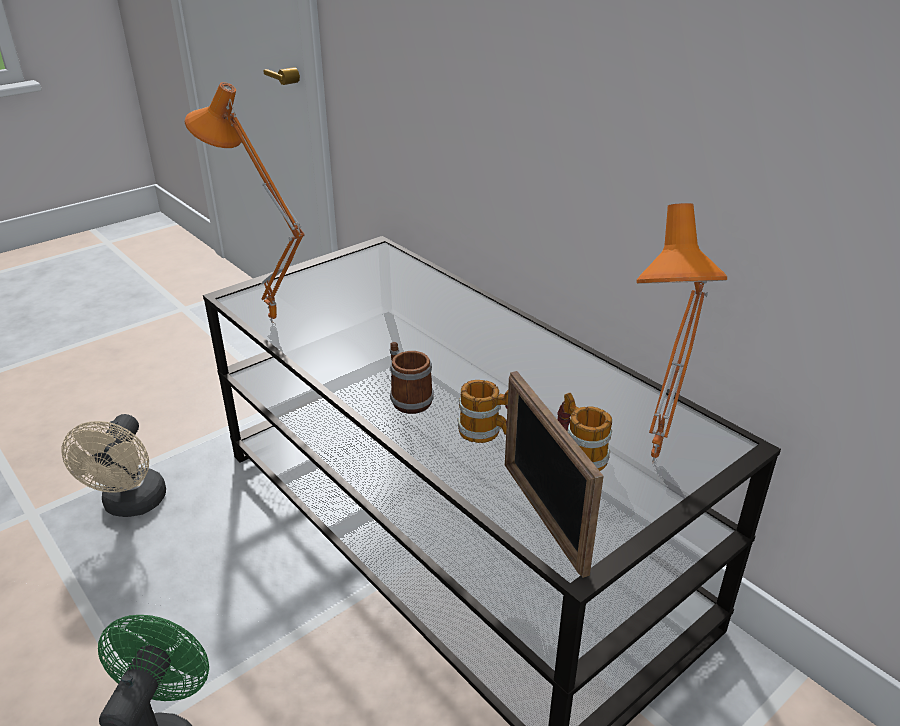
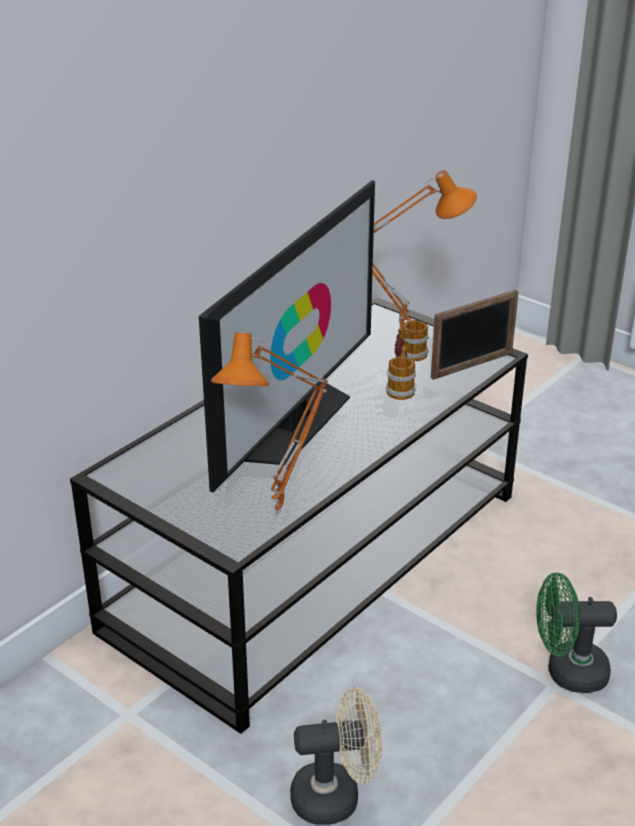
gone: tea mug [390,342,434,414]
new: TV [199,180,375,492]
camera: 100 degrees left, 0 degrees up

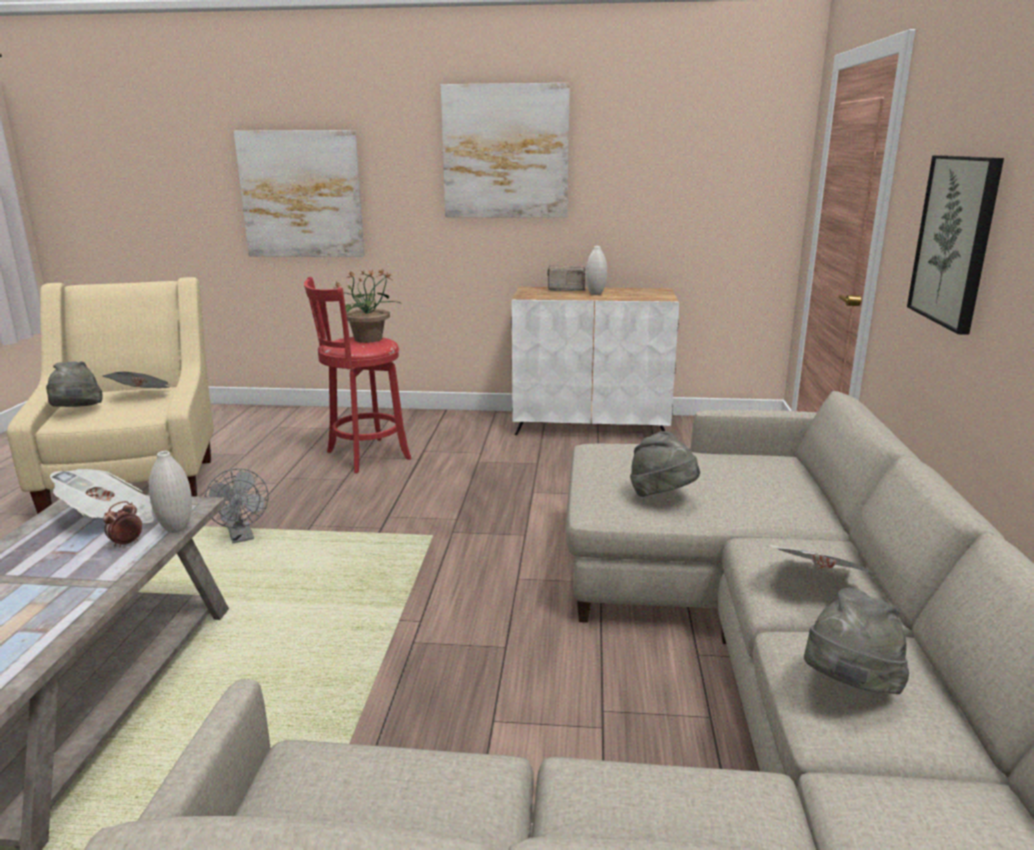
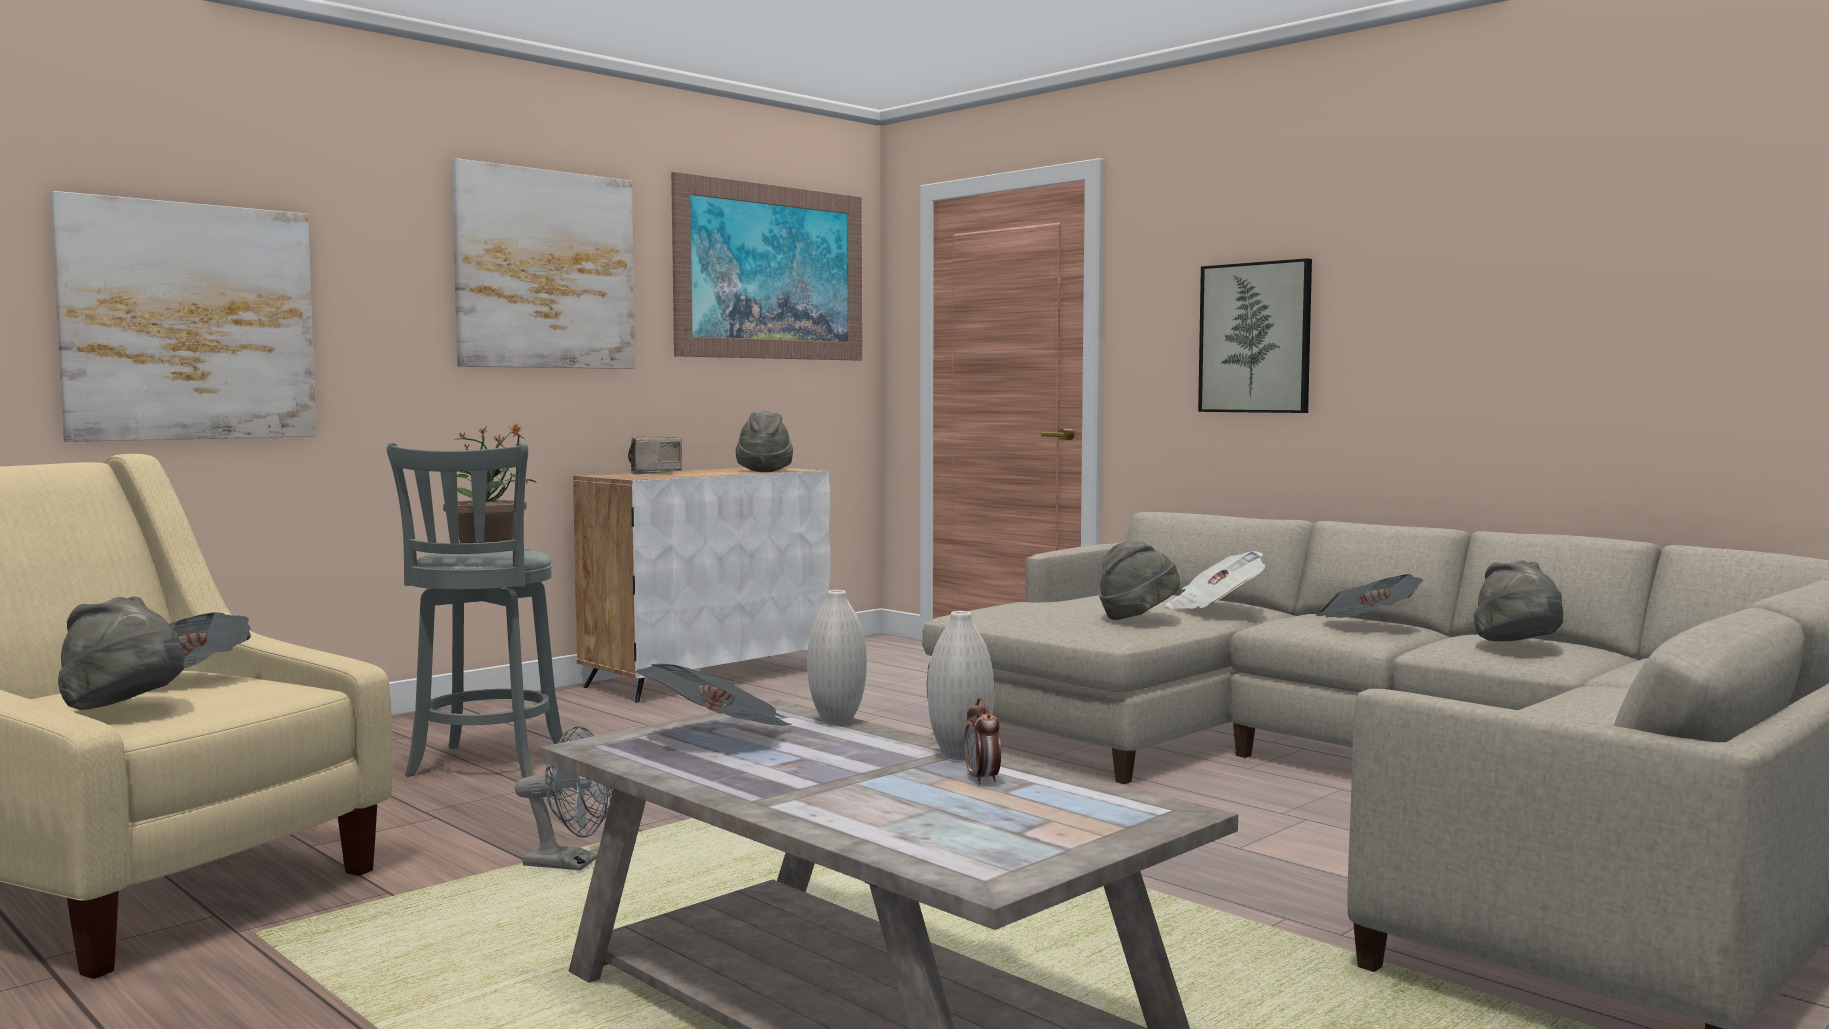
new: wall art [671,172,862,361]; grey clothing hat [736,411,793,472]; newspaper [1166,551,1265,609]
shifted: whitish decorative vase [586,246,607,295] to [928,611,994,760]; alarm clock [103,501,142,548] to [963,698,1001,785]
repainted: red-coloured stool [304,277,411,473] to grey stool [387,443,565,778]
camera: 50 degrees left, 15 degrees down

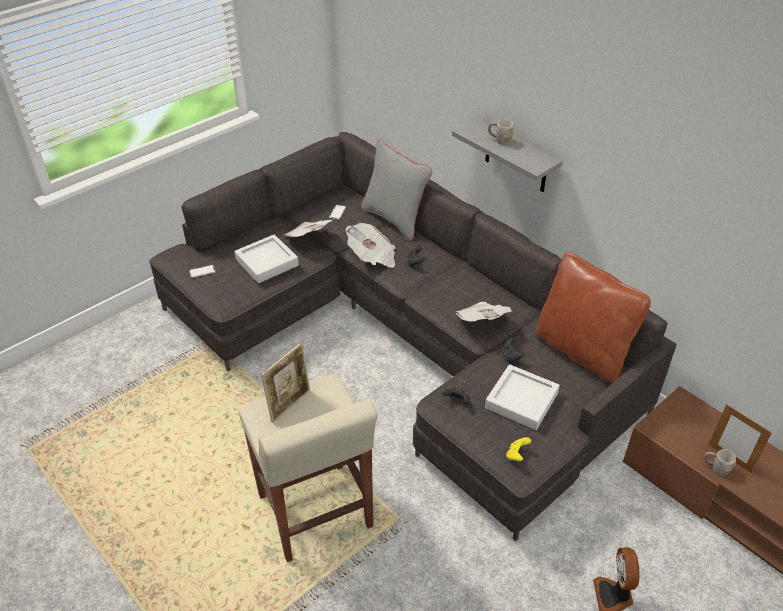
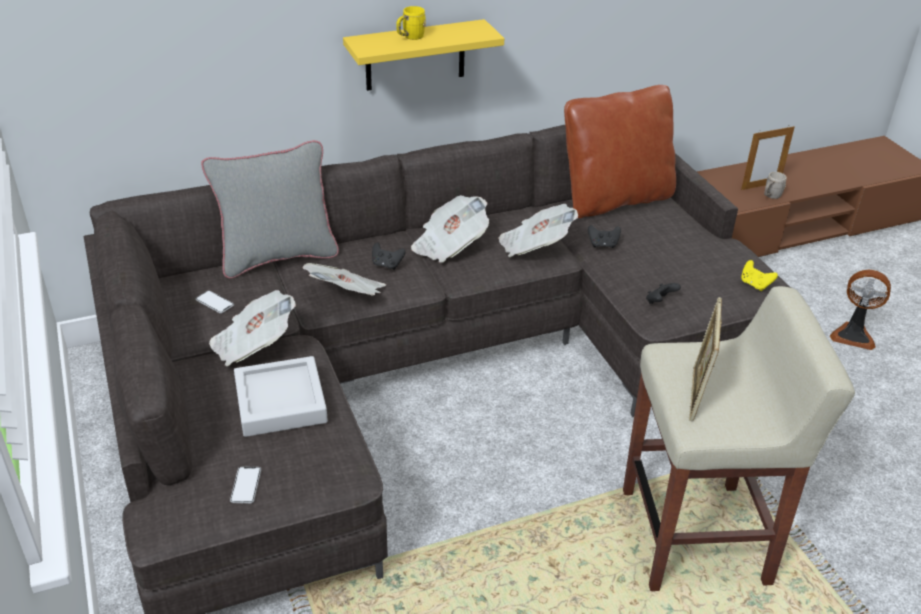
gone: grey tray [485,364,560,430]
new: newspaper [411,195,489,263]
repainted: grey shelf [452,118,563,192] to yellow shelf [343,19,504,91]; grey tea mug [488,120,514,145] to yellow tea mug [396,6,426,40]
rotated: photo frame [261,343,310,423] = [689,297,722,422] 135 degrees counterclockwise
camera: 70 degrees left, 5 degrees down

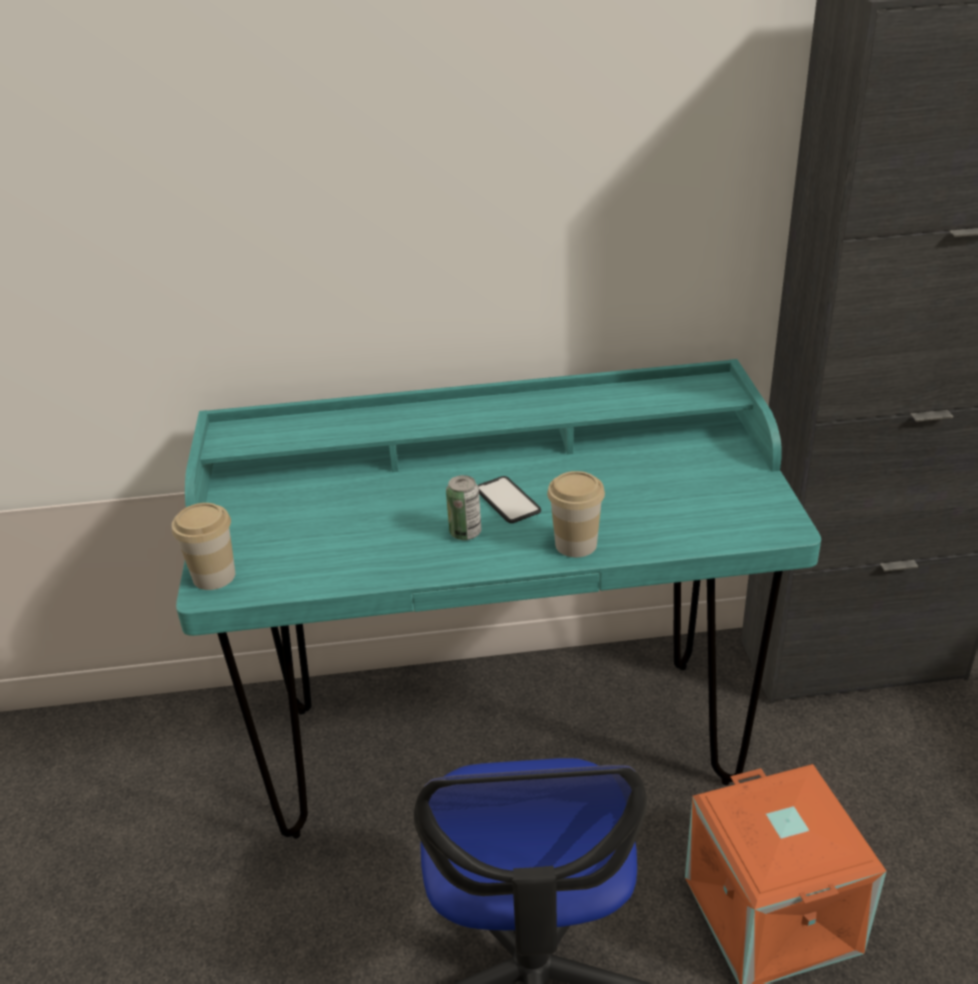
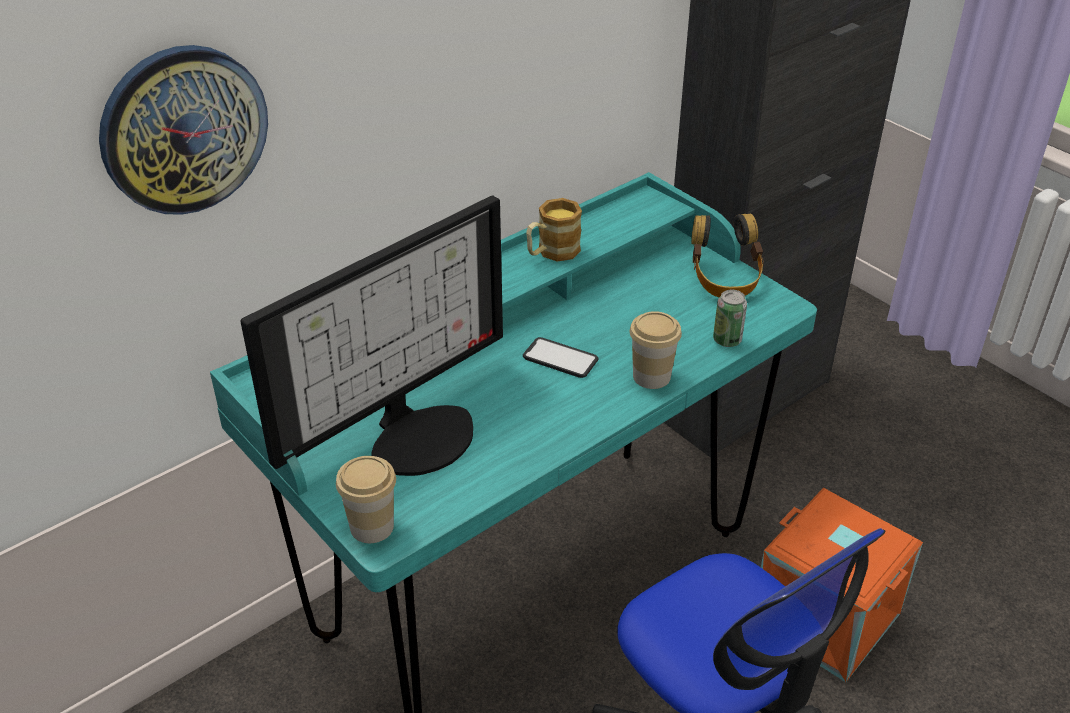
new: wall clock [99,45,268,215]; monitor [240,195,503,476]; tea mug [526,198,582,262]; headset [691,214,764,297]
shifted: sealed can [446,475,481,540] to [713,290,747,347]
camera: 35 degrees left, 5 degrees up

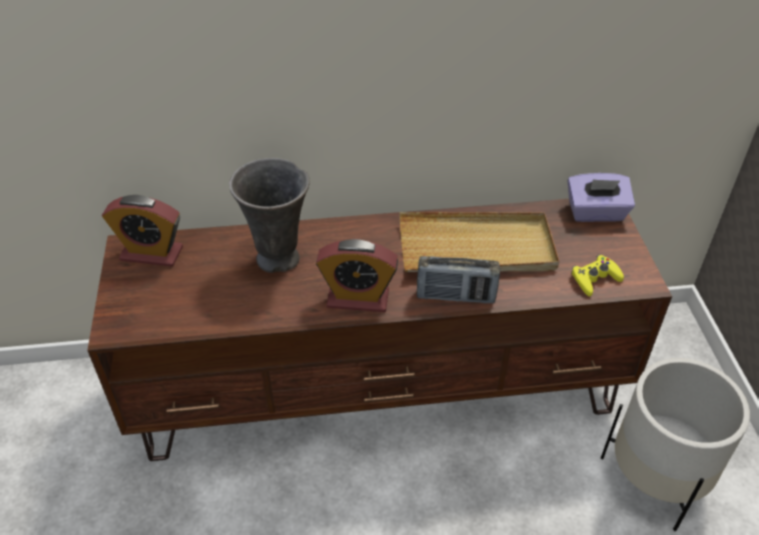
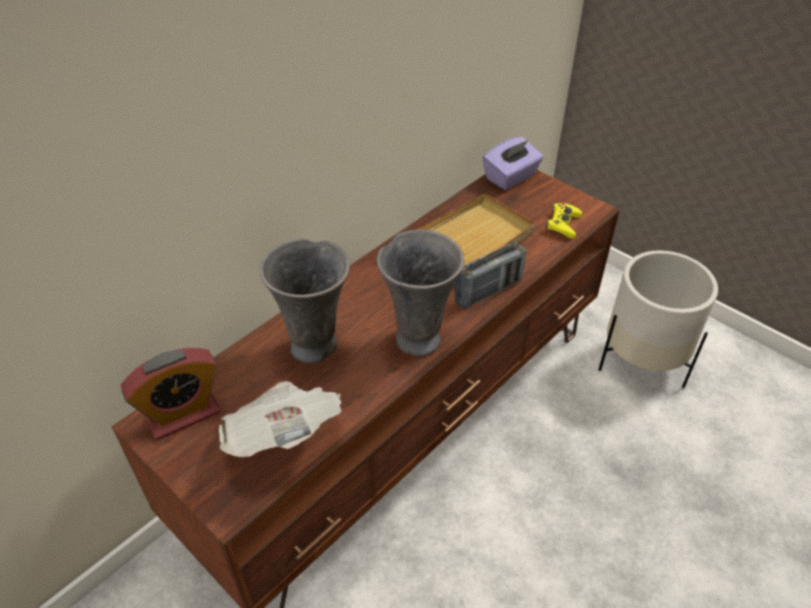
new: newspaper [219,381,342,457]
swapped: alarm clock [316,239,398,312] to grey decorative vase [377,229,464,357]
camera: 40 degrees left, 0 degrees up

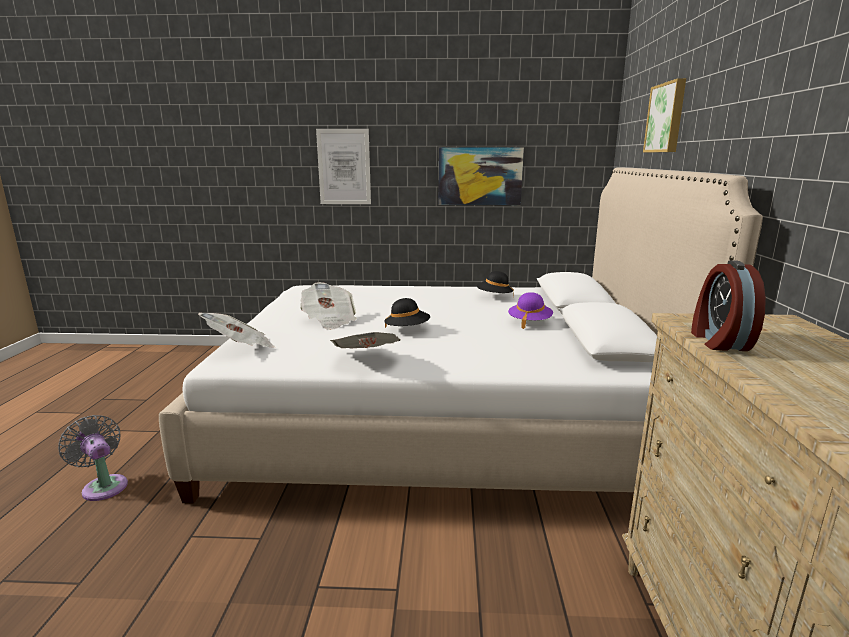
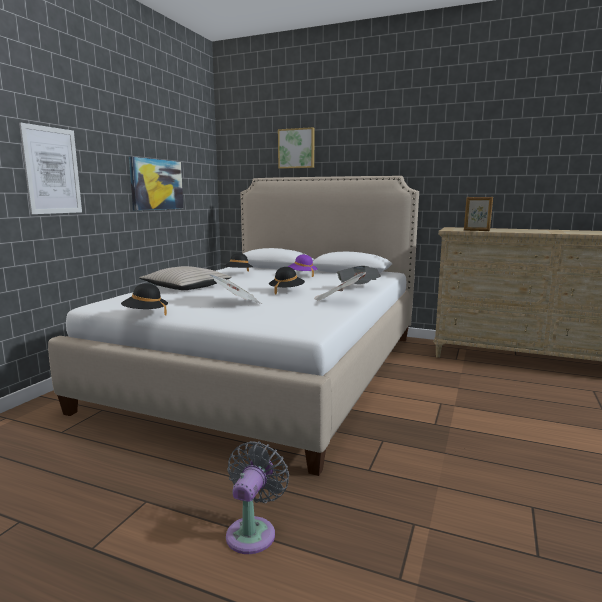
new: blackish clothing hat [121,283,168,315]; beige-coloured throw pillow [139,266,232,290]
shifted: newspaper [198,313,275,347] to [337,266,381,284]
swapped: alarm clock [691,260,766,351] to photo frame [464,197,493,231]
rotated: grey cooling fan [58,415,128,501] = [226,441,289,554] 135 degrees clockwise
camera: 70 degrees left, 5 degrees down

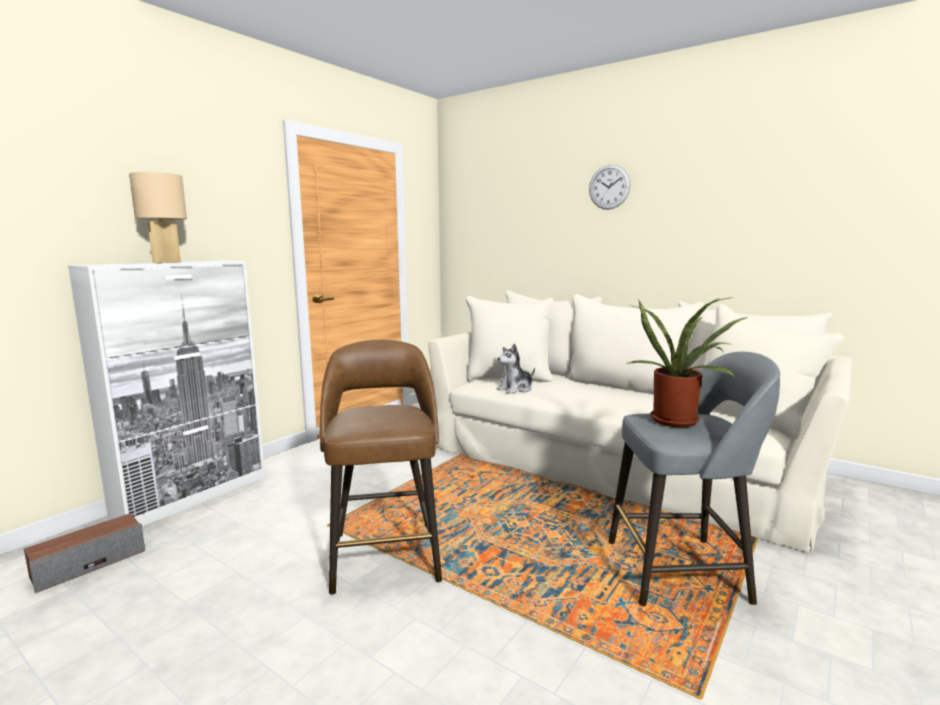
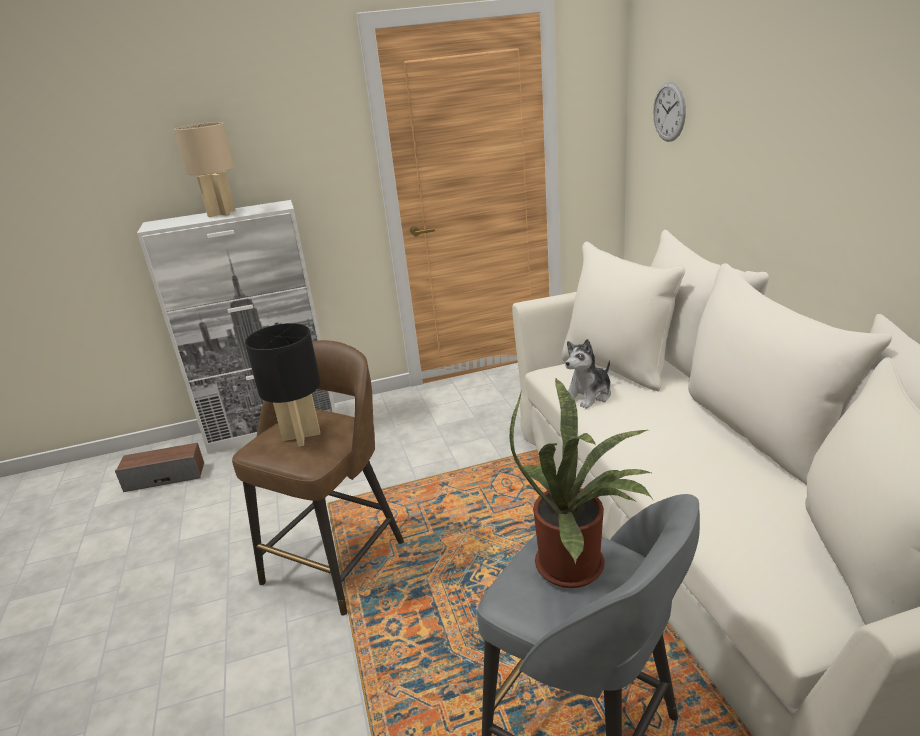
new: blackish lamp for a table [245,323,321,447]
shifted: wall clock [589,165,631,210] to [653,81,686,142]
rotated: cuddly toy [497,343,535,394] = [565,339,611,409] 45 degrees counterclockwise
camera: 40 degrees right, 15 degrees up

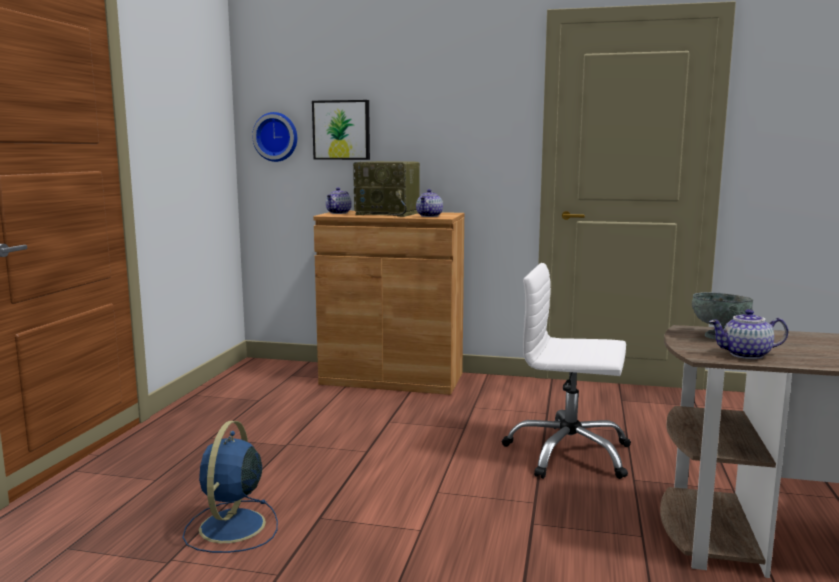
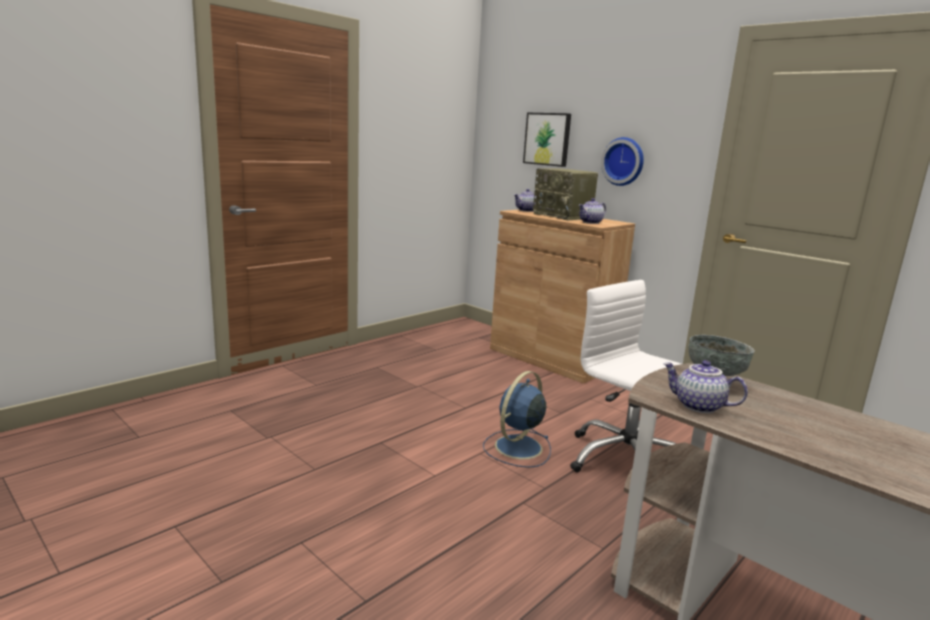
shifted: blue-coloured cooling fan [183,421,278,553] to [483,371,551,468]; wall clock [252,112,297,162] to [601,137,644,186]
camera: 30 degrees right, 5 degrees up

